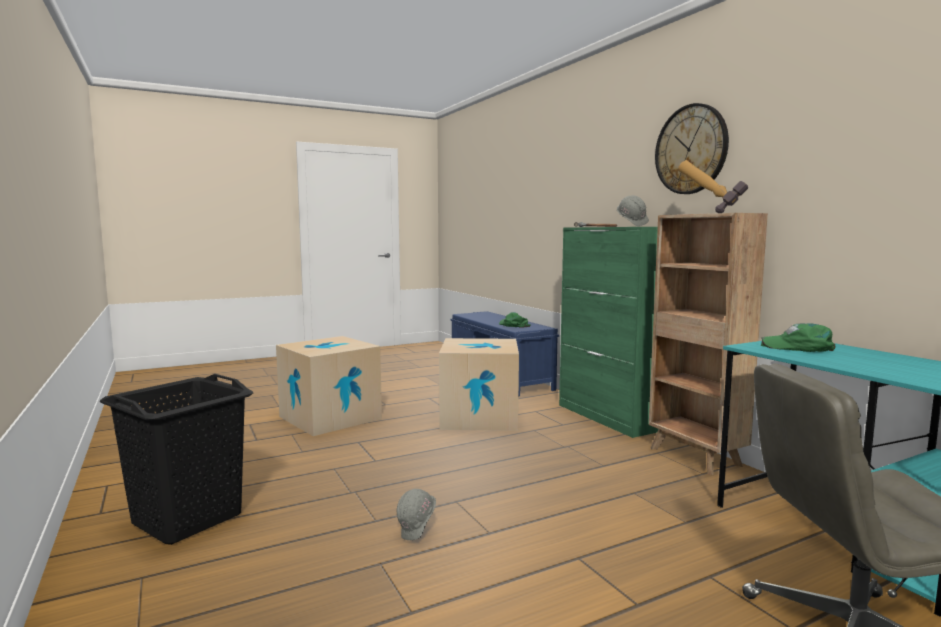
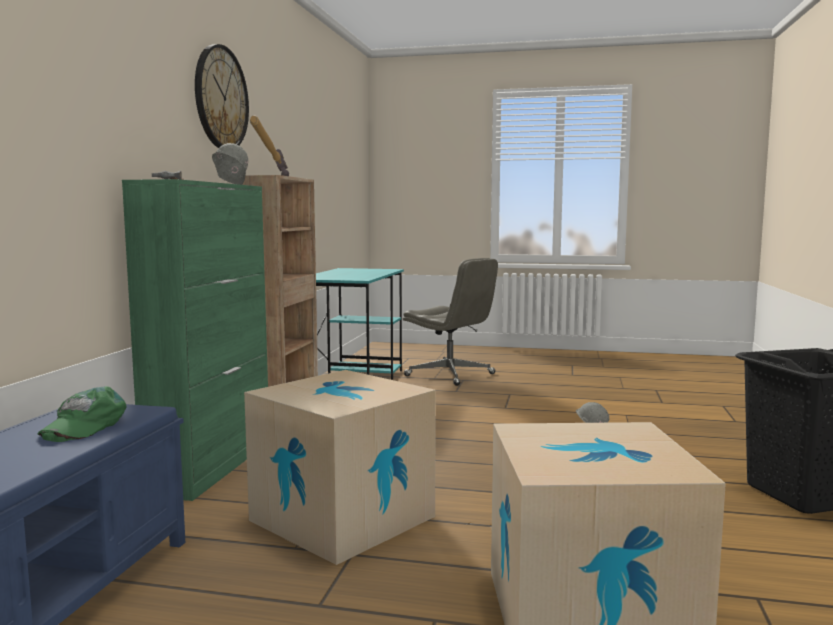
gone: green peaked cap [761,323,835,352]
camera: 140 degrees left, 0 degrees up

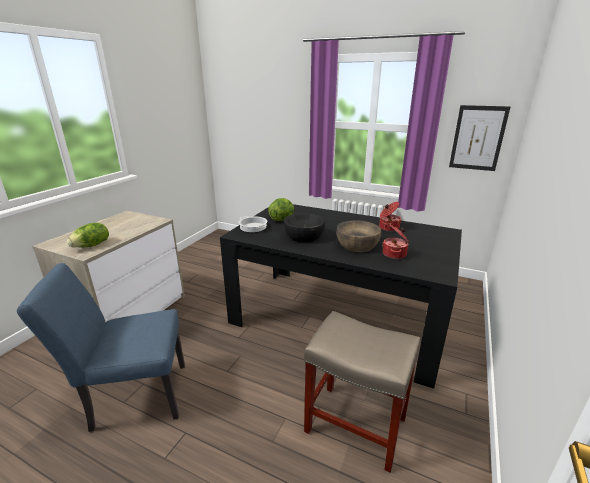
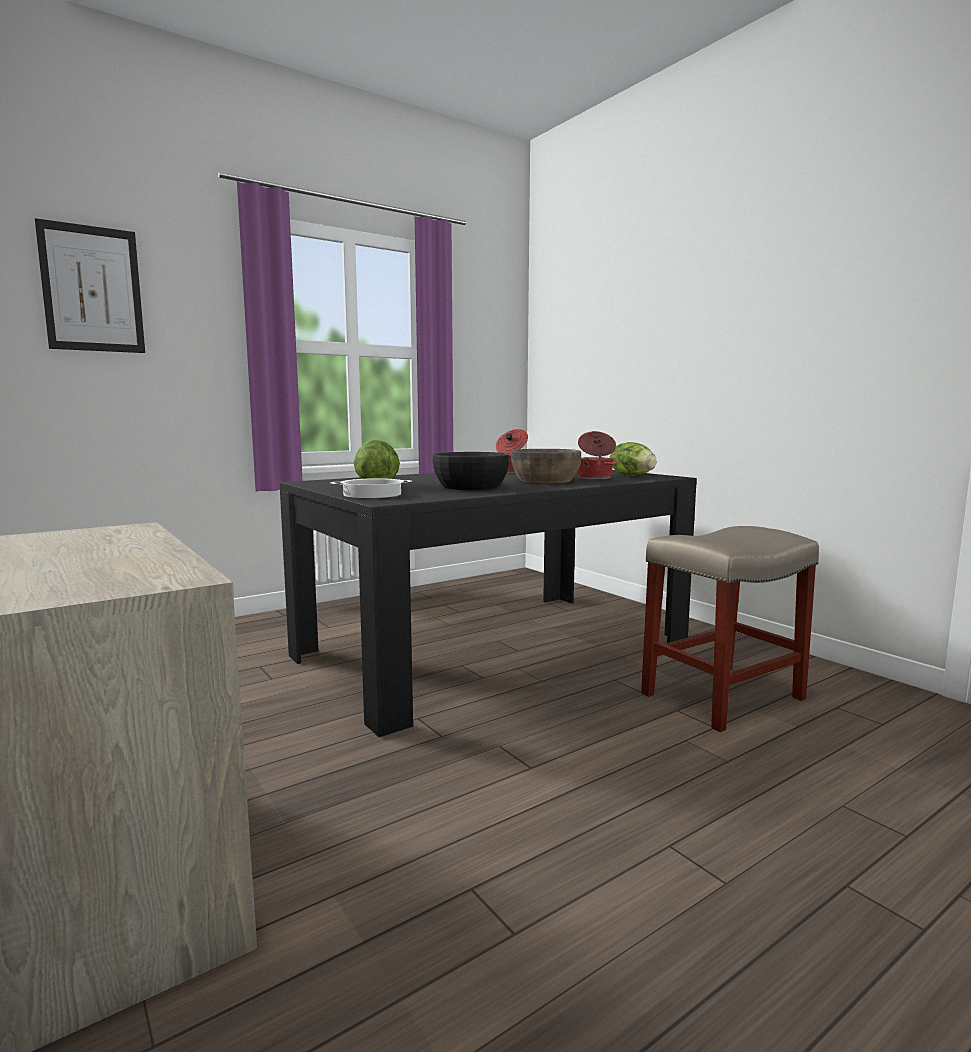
gone: blue-coloured upright chair [17,263,185,432]
shifted: wall art [449,105,510,171] to [35,218,145,353]; lettuce [67,223,109,248] to [610,442,657,476]
camera: 60 degrees left, 15 degrees down

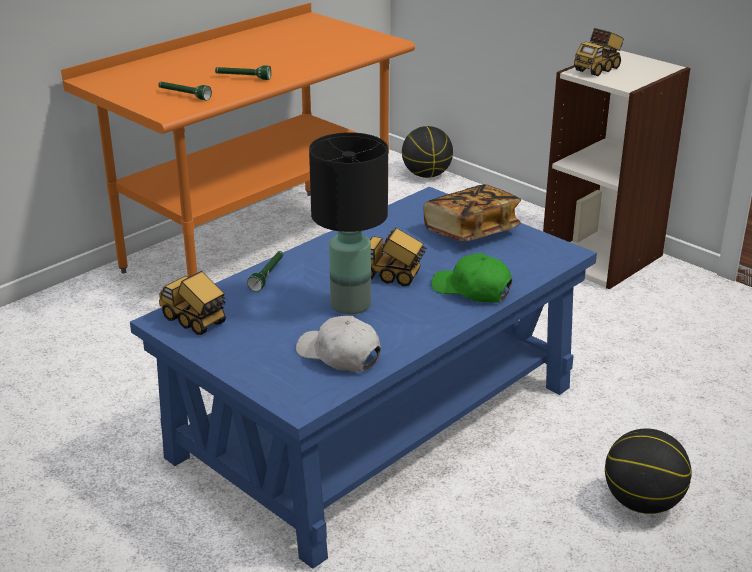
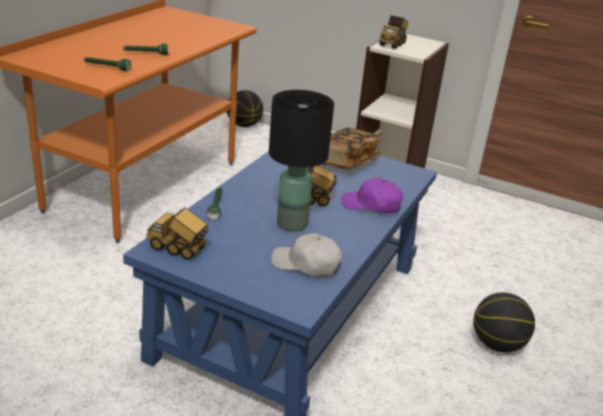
repainted: green peaked cap [431,253,512,303] to purple-coloured peaked cap [342,178,403,214]
camera: 20 degrees left, 0 degrees up

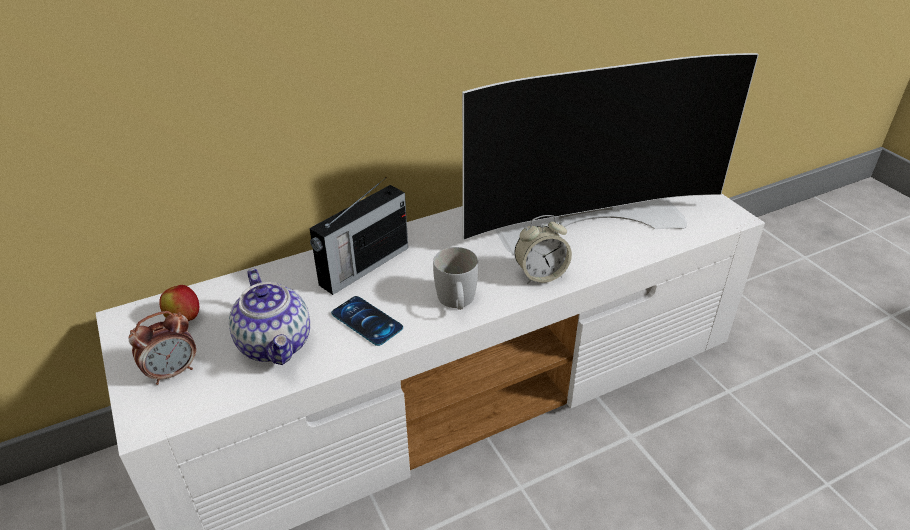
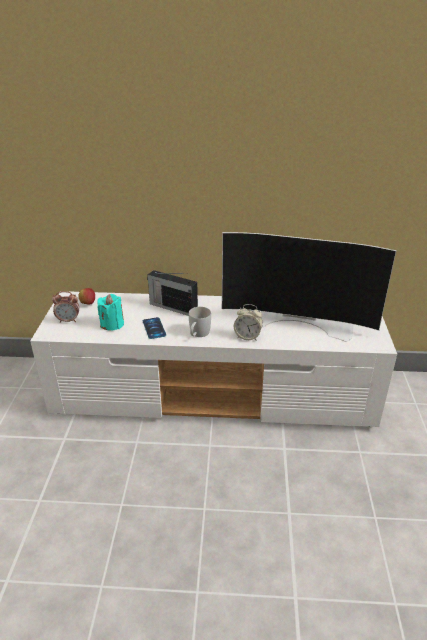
swapped: teapot [229,269,310,365] to turquoise-coloured candle [97,294,124,331]
rotated: radio receiver [309,177,408,295] = [147,270,198,316] 45 degrees clockwise
camera: 30 degrees right, 5 degrees down

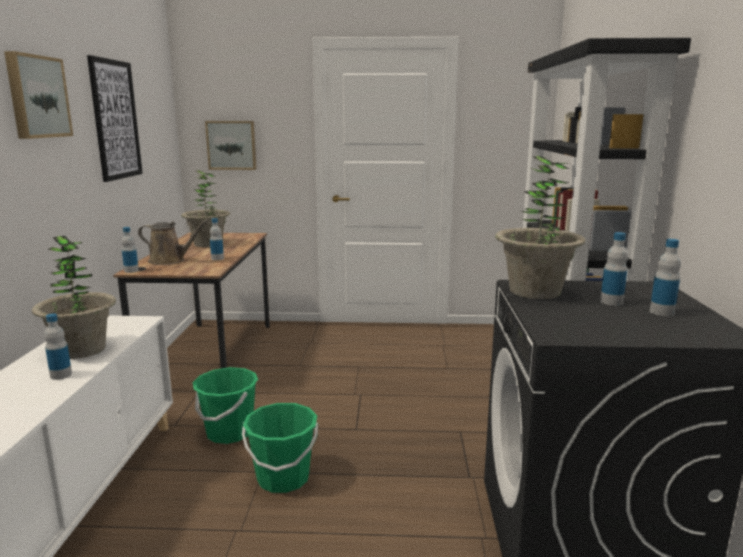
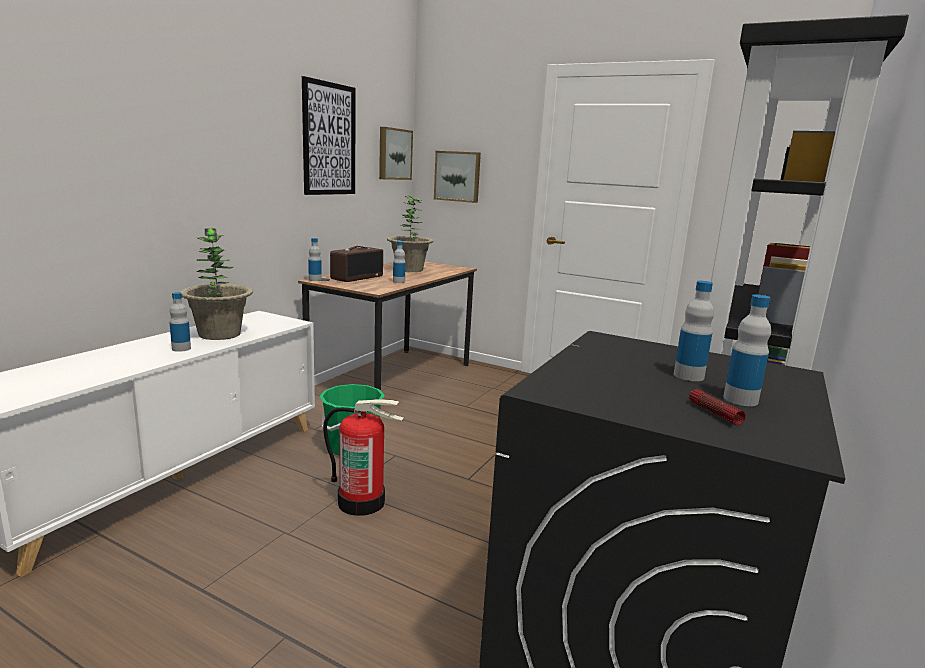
gone: potted plant [495,156,586,299]
new: hand torch [689,389,746,425]
shifted: wall art [4,51,73,139] to [379,127,413,180]
swapped: green pail [242,403,318,493] to fire extinguisher [323,399,404,516]; brown-coloured sprinkling can [138,219,209,265] to radio receiver [330,246,383,282]
camera: 25 degrees right, 0 degrees up

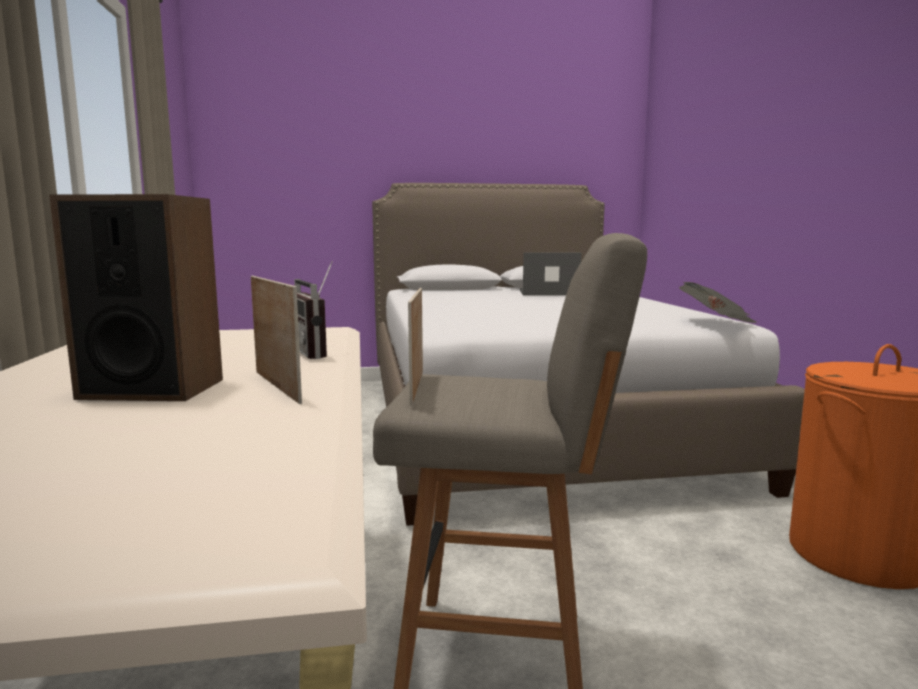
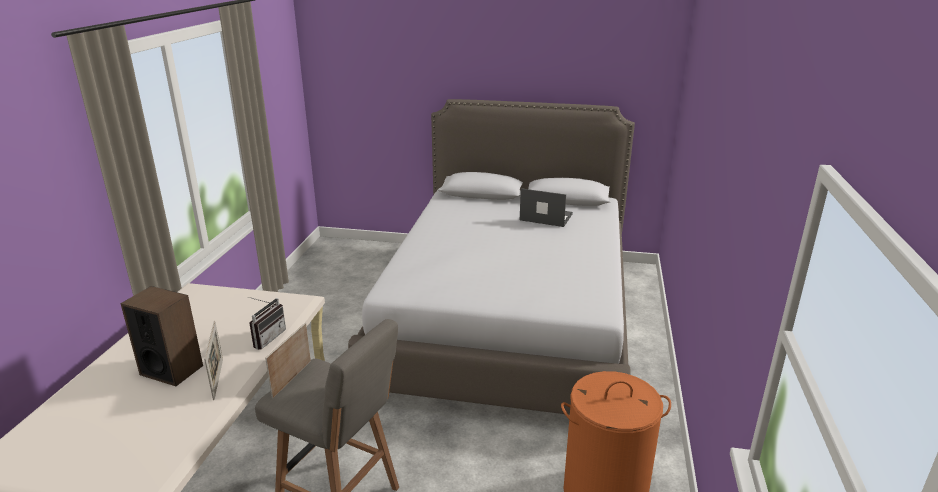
gone: newspaper [679,282,756,323]
rotated: radio receiver [294,261,333,359] = [248,297,286,350] 150 degrees counterclockwise
camera: 20 degrees right, 15 degrees up

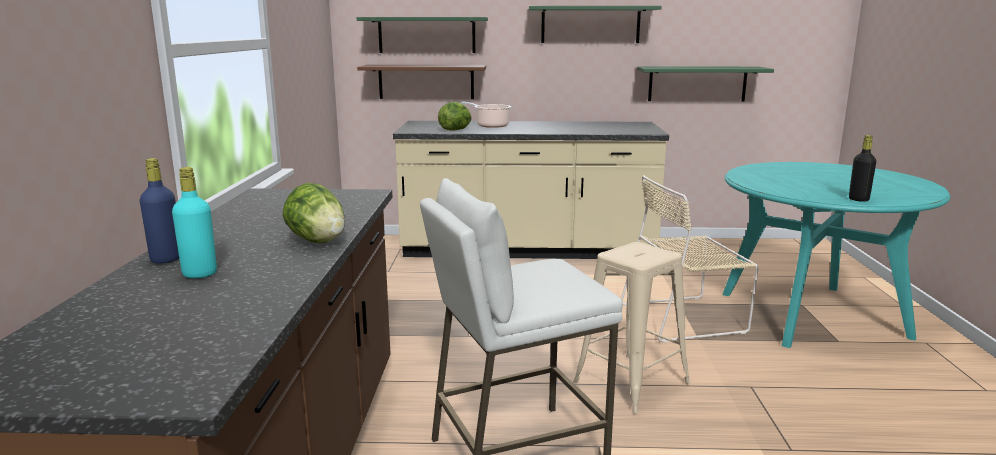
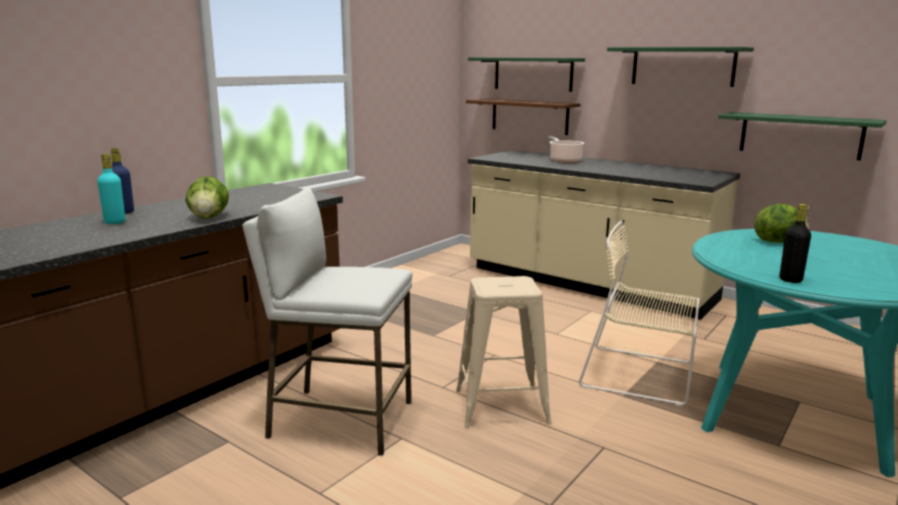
shifted: lettuce [438,102,472,131] to [754,204,807,242]
camera: 35 degrees right, 0 degrees up

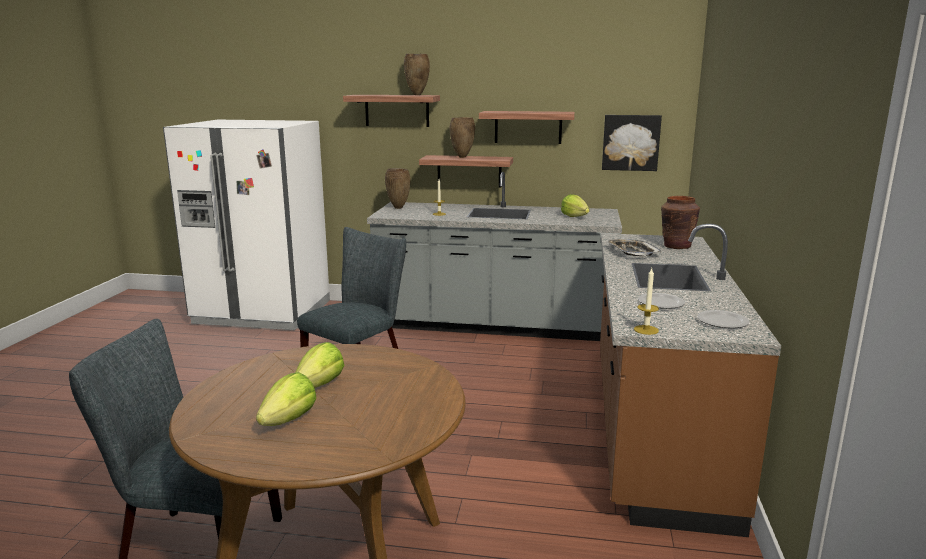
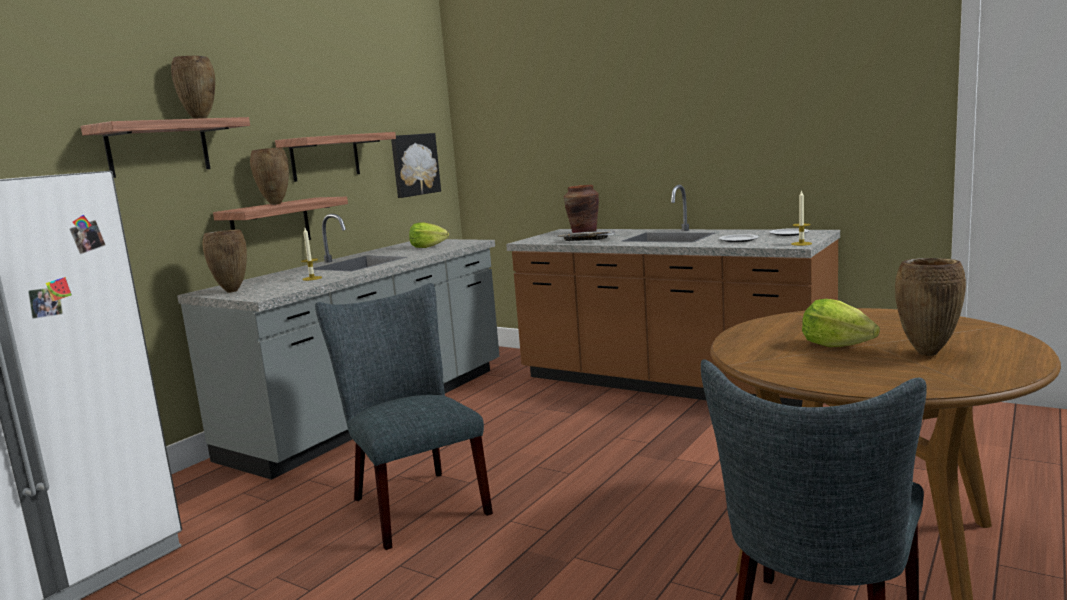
swapped: lettuce [256,372,316,426] to brown-coloured decorative vase [895,258,966,356]
camera: 65 degrees left, 5 degrees down

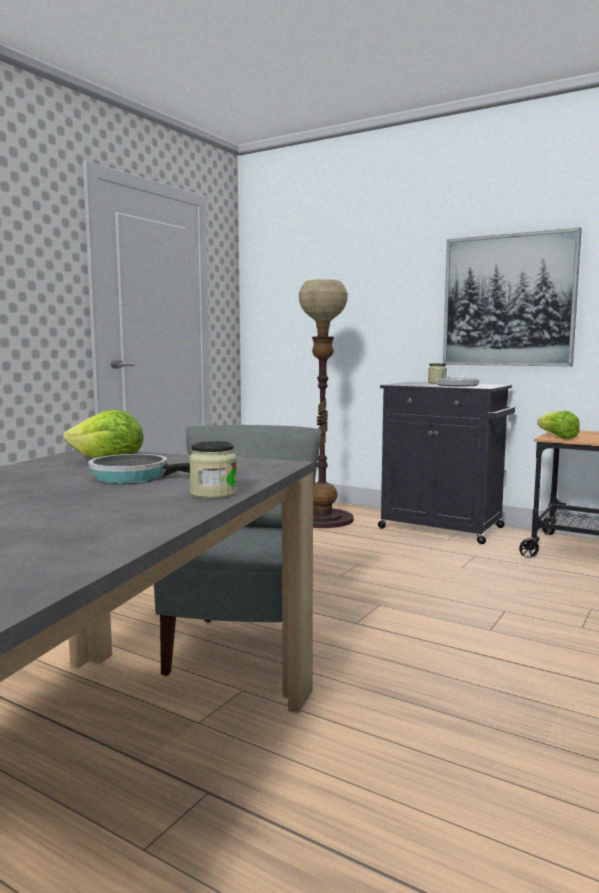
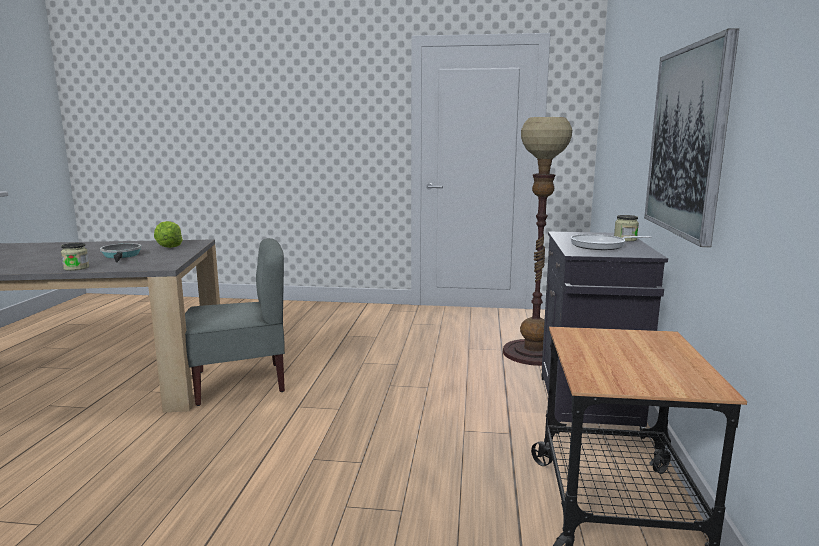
gone: lettuce [537,411,580,439]
camera: 65 degrees right, 5 degrees up

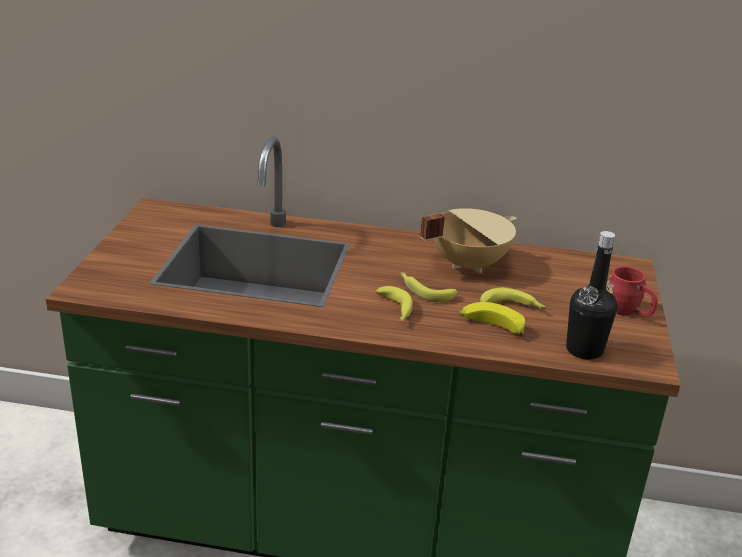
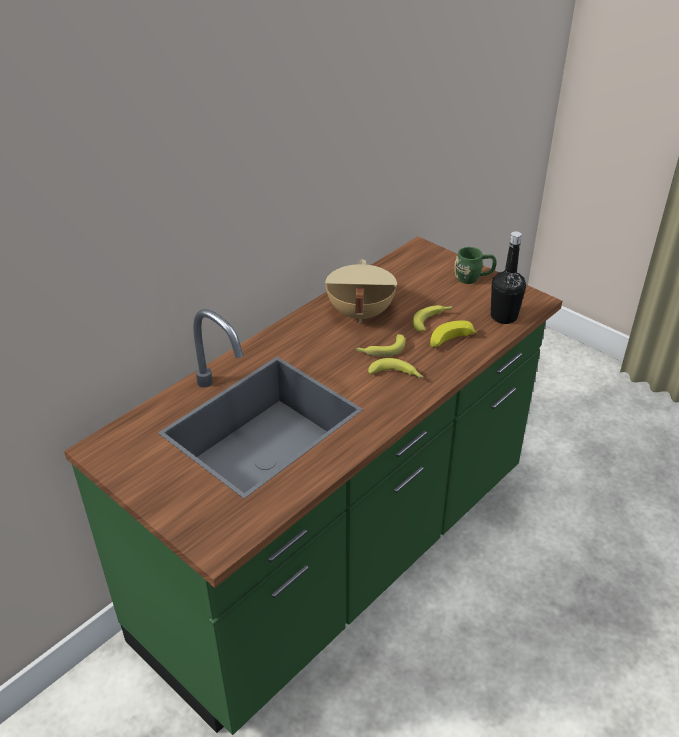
repainted: red-coloured tea mug [606,266,658,317] to green tea mug [455,247,497,284]
camera: 55 degrees left, 10 degrees up

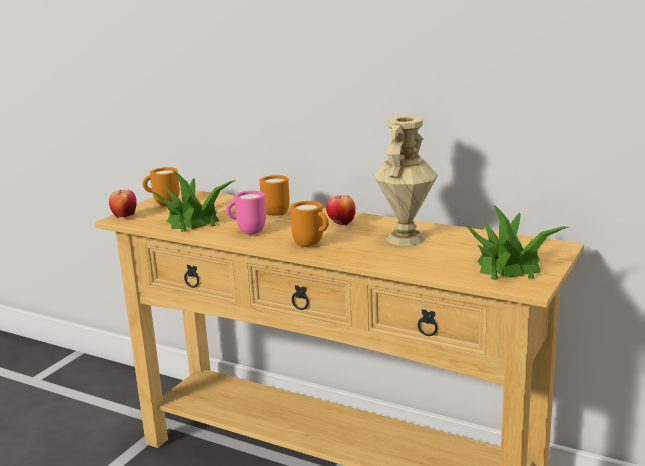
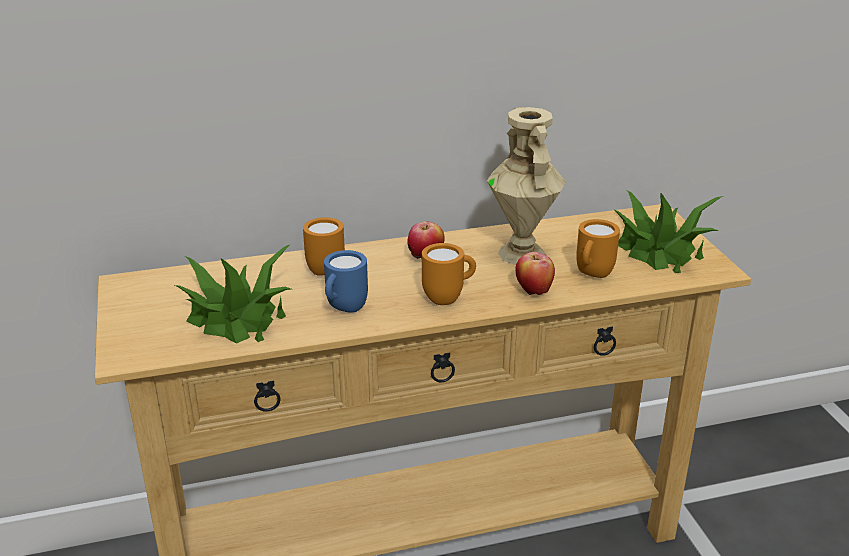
shifted: whole apple [109,190,137,218] to [515,252,555,296]; orange tea mug [143,167,180,206] to [576,219,620,278]
repainted: pink-coloured tea mug [226,191,266,234] to blue-coloured tea mug [324,250,368,313]
camera: 45 degrees left, 10 degrees up

